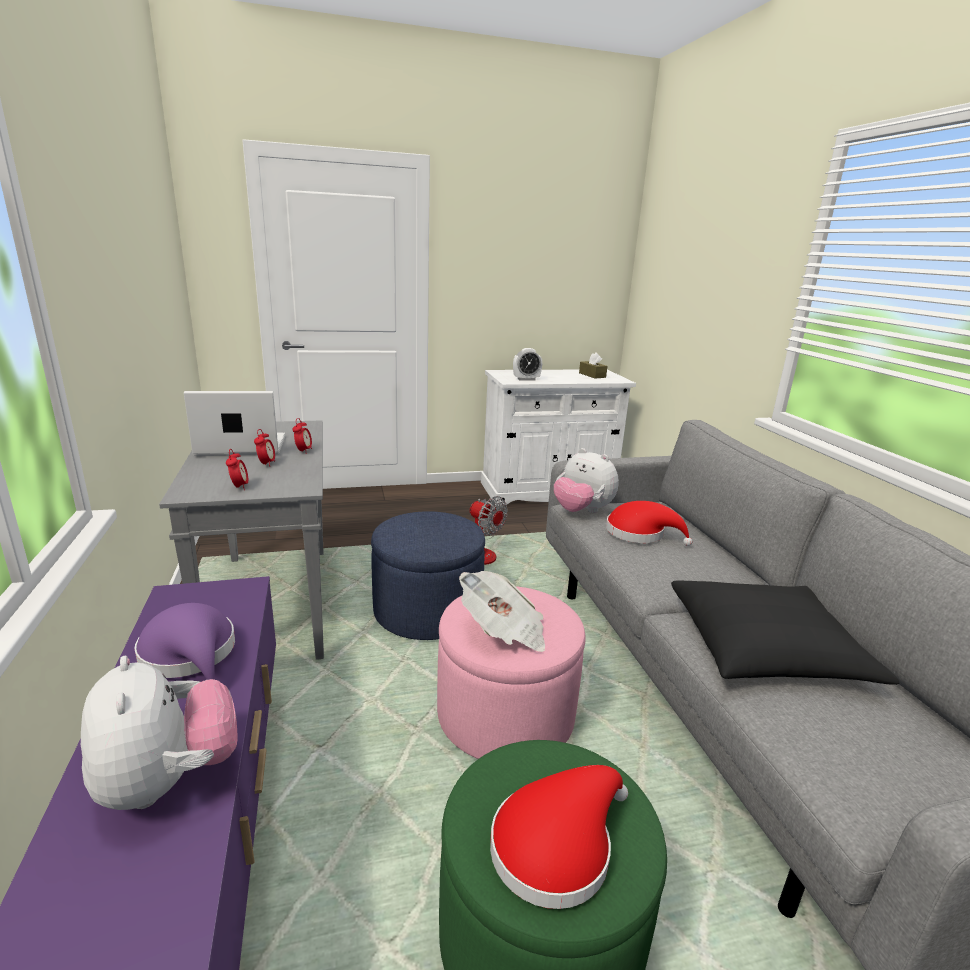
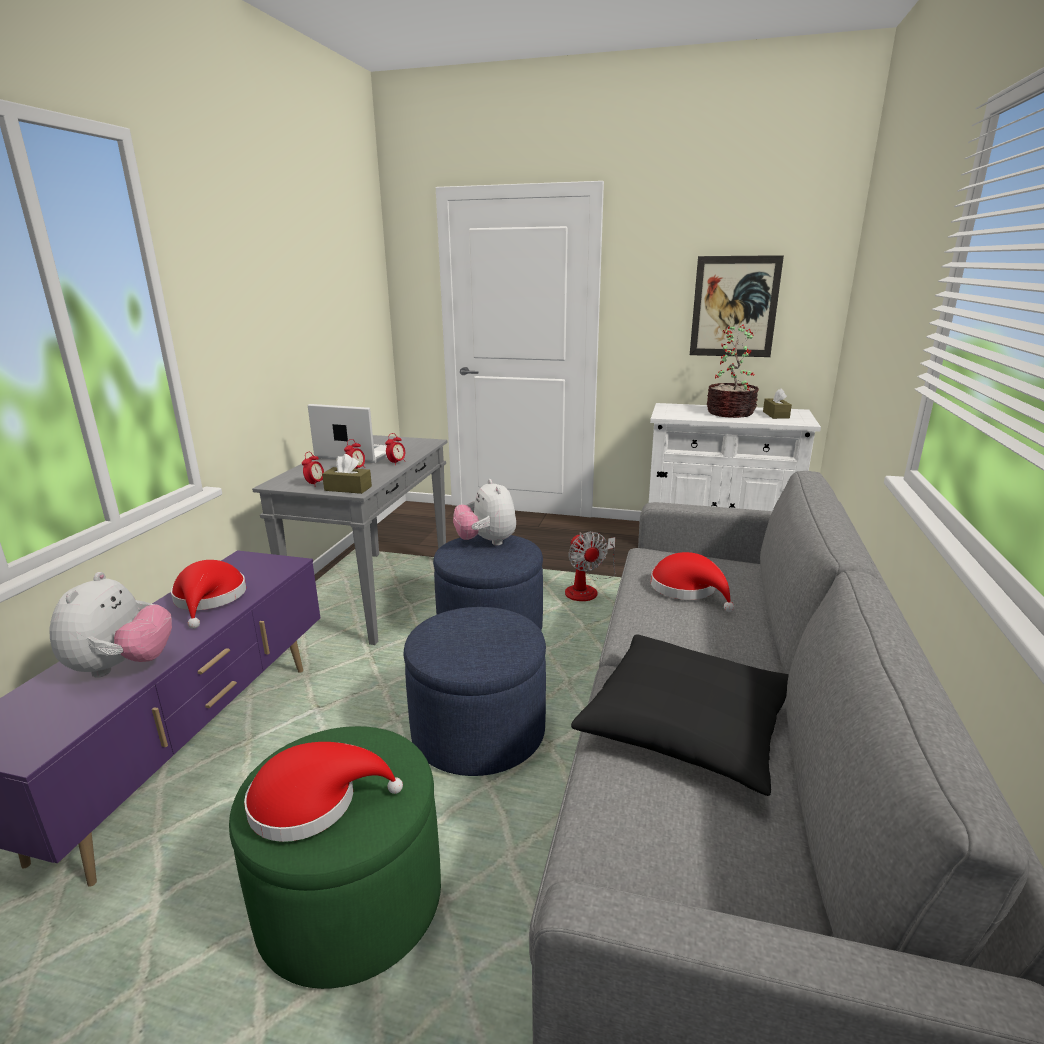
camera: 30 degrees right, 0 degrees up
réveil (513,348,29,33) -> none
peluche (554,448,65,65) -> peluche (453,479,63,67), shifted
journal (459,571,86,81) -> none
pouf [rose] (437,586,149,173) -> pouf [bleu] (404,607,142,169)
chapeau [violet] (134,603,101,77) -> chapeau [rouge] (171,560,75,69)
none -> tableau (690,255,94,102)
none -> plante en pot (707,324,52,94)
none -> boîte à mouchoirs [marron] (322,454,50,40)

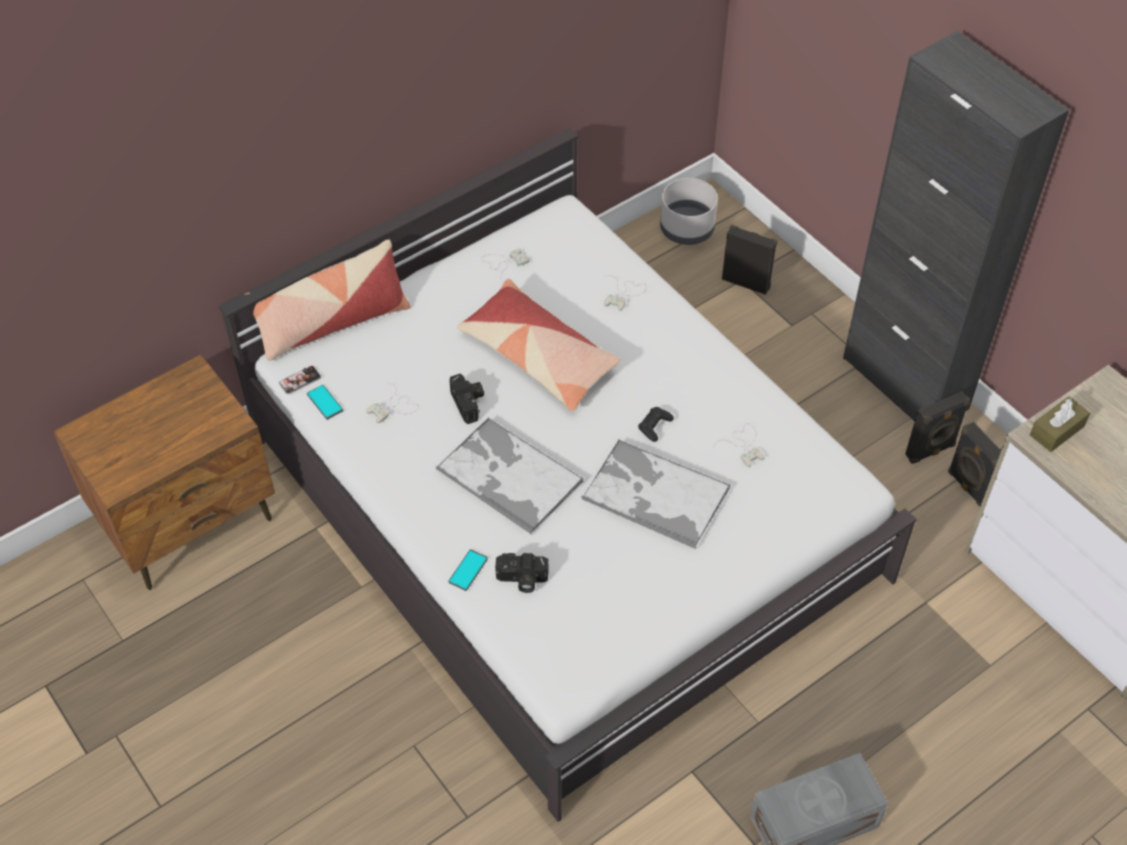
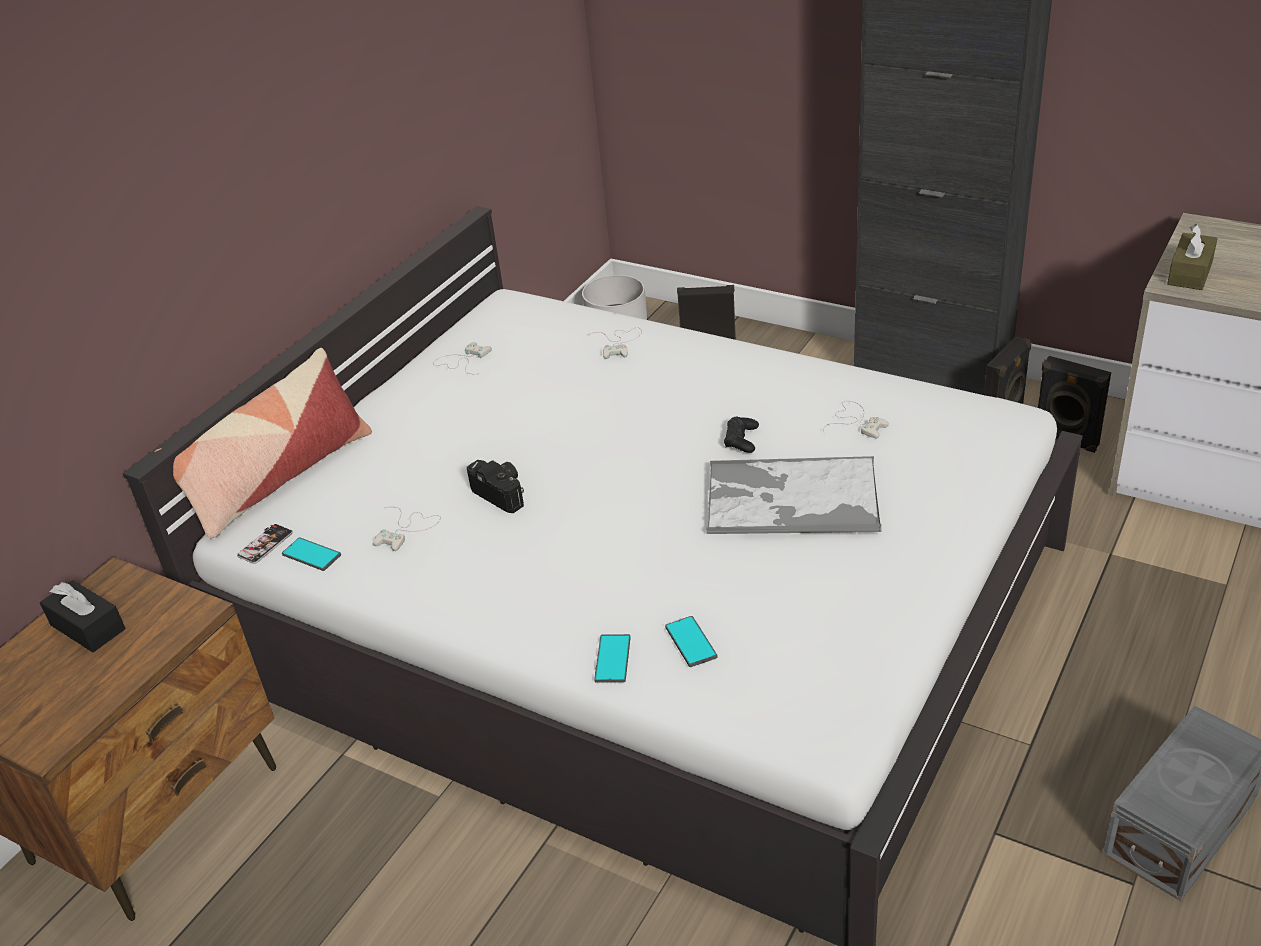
camera: 20 degrees left, 15 degrees down
coussin (457,279,163,132) -> none
plateau (436,417,148,118) -> none
appareil photo (495,553,54,40) -> téléphone (665,616,52,51)
none -> boîte à mouchoirs [noir] (40,580,86,73)

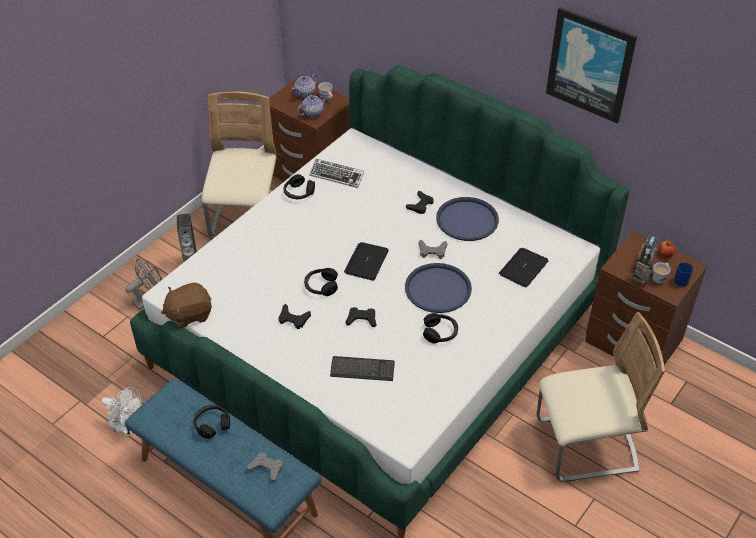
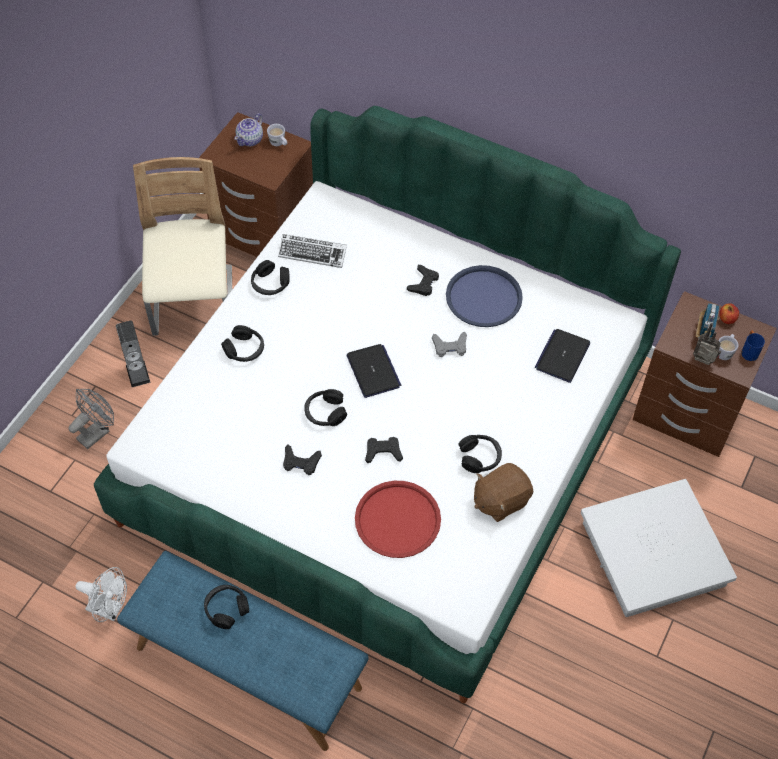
camera: 10 degrees left, 10 degrees up
tableau (546,7,91,117) -> none
théière (297,93,30,25) -> none
ordinateur portable (344,242,45,39) -> ordinateur portable (346,344,55,54), 150 degrees clockwise
plateau [bleu] (405,263,67,50) -> none
peluche [marron] (161,282,51,46) -> peluche [marron] (474,463,59,59), shifted
chaise [beige] (536,312,129,170) -> boîte de rangement [blanc] (581,479,156,138)
clavier (330,356,65,25) -> plateau [rouge] (355,481,86,77)
manette [gris] (247,452,36,30) -> none
none -> casque audio [noir] (221,325,43,37)

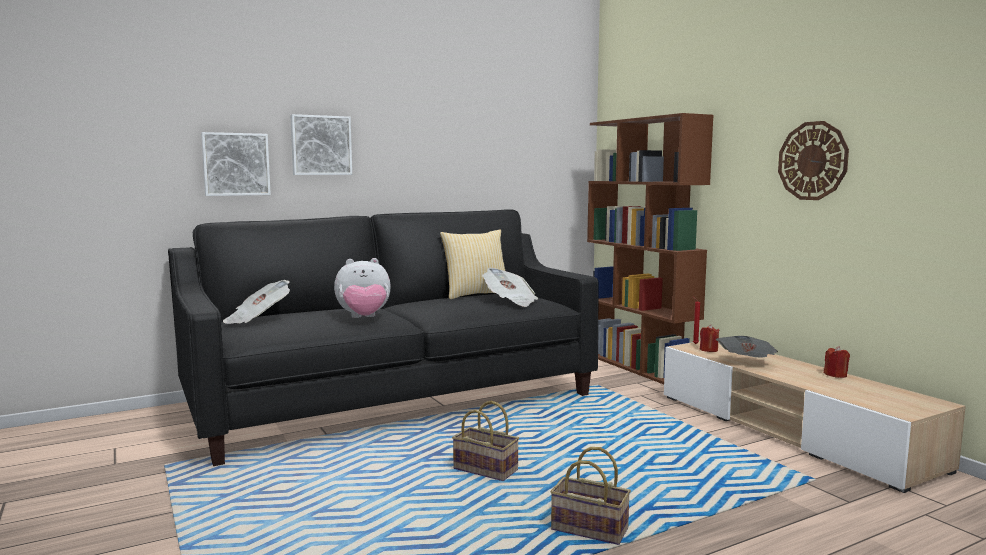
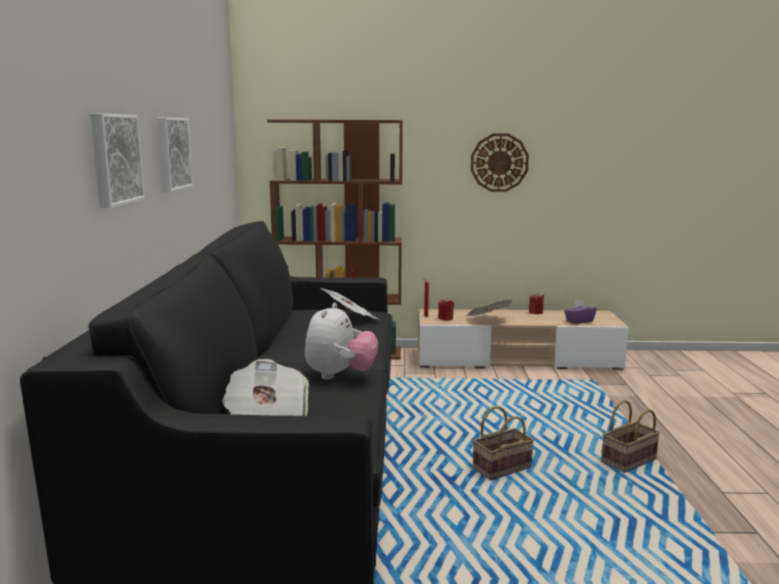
camera: 60 degrees left, 5 degrees up
tableau (201,132,70,64) -> tableau (157,117,36,75), shifted
coussin (440,229,65,70) -> none
none -> boîte à mouchoirs [violet] (564,299,33,25)

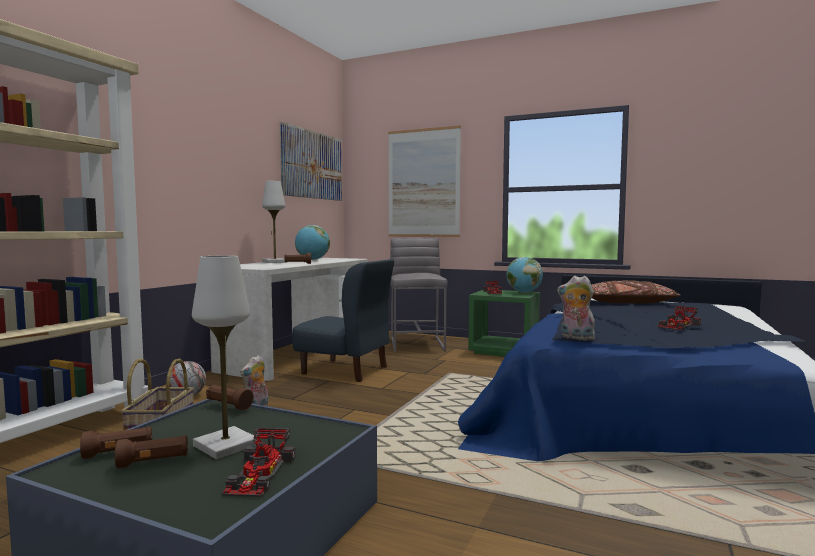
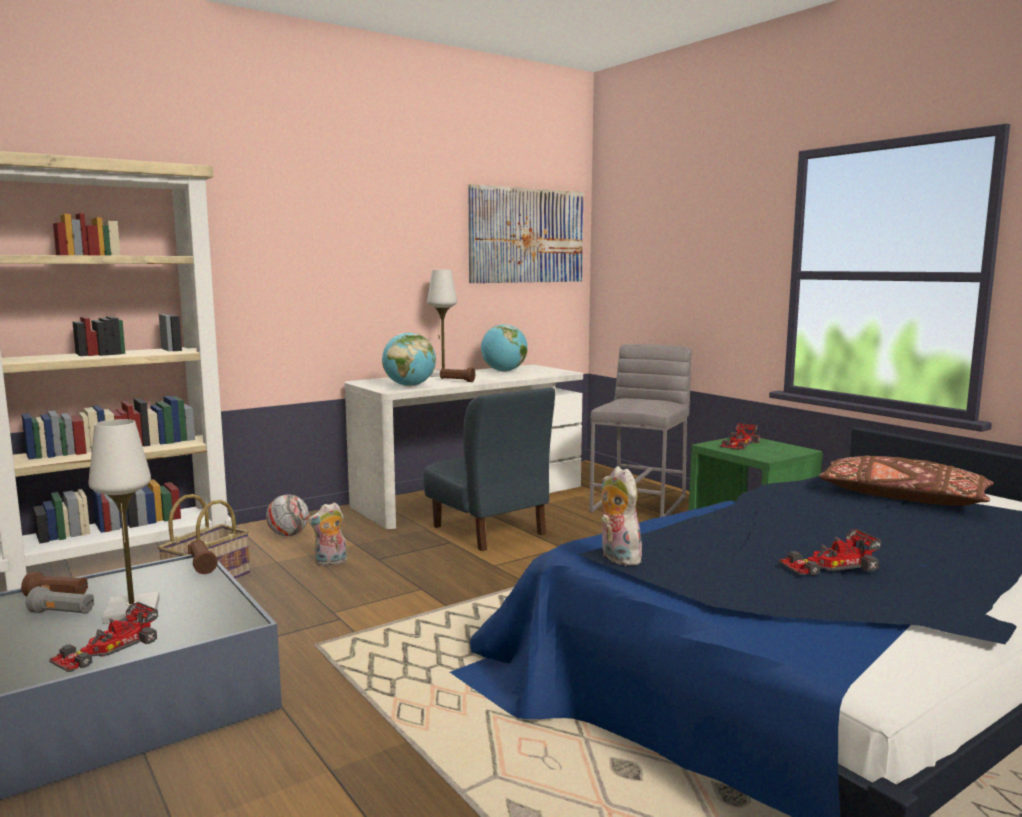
camera: 30 degrees right, 5 degrees up
tableau (388,125,73,112) -> none
globe (506,257,37,36) -> globe (382,333,54,53), shifted
lampe de poche [marron] (115,435,73,33) -> lampe de poche [gris] (26,587,68,27)

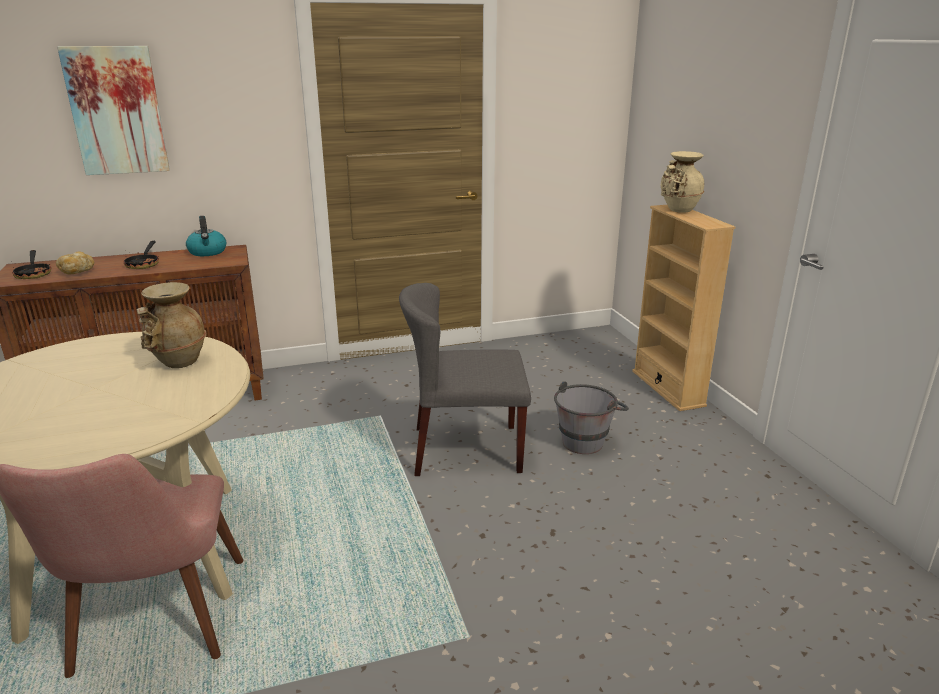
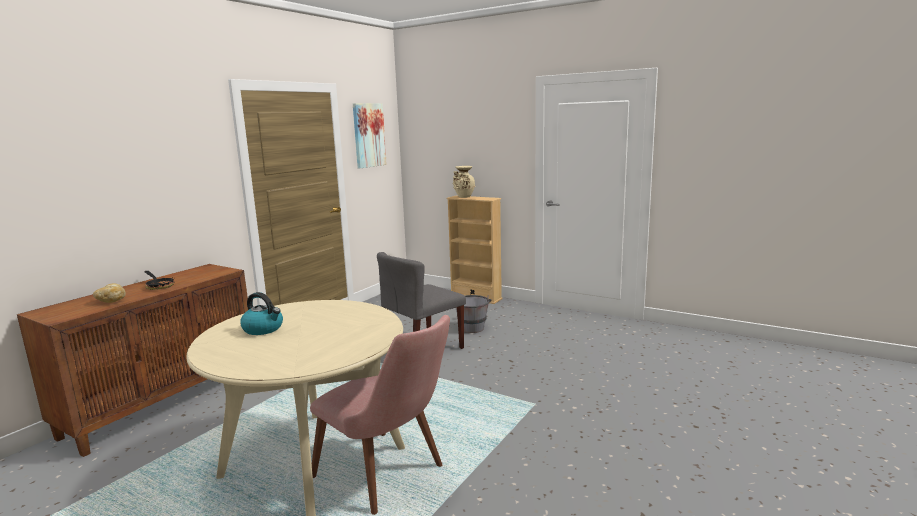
camera: 40 degrees left, 10 degrees down
tableau (57,46,113,129) -> tableau (353,103,34,65), shifted
bouilloire (186,216,40,40) -> bouilloire (240,292,43,43), shifted
poêle (12,250,39,29) -> none
vase [beige] (137,282,69,86) -> none

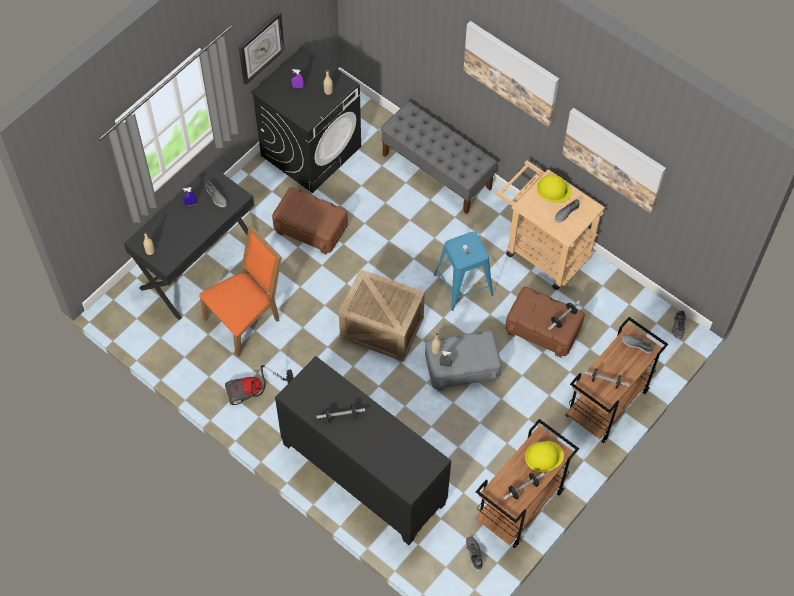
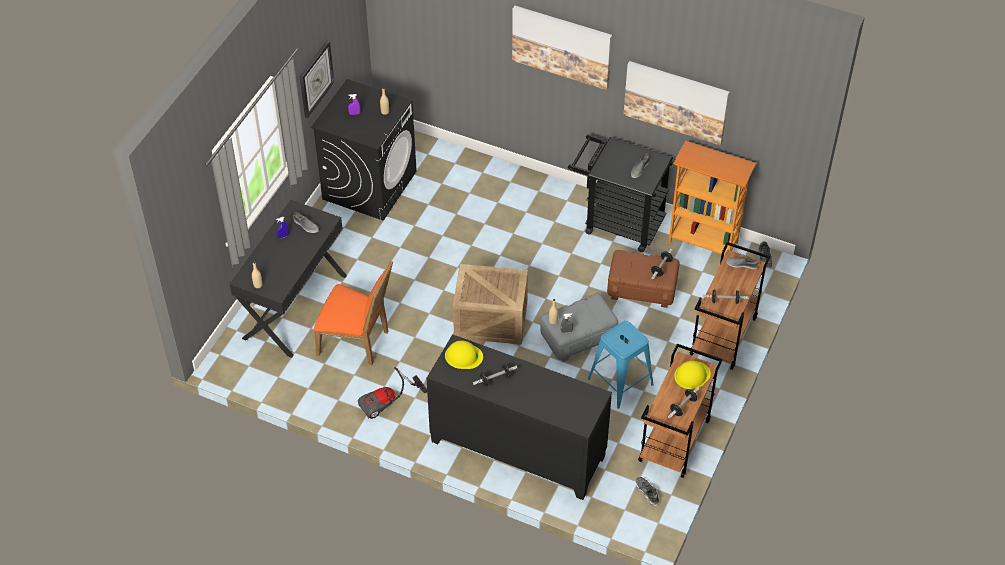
camera: 15 degrees left, 10 degrees down
banc [gris] (380,101,117,113) -> none
chariot [beige] (495,160,110,130) -> chariot [noir] (568,134,105,118)
casque de chantier [jaune] (537,174,35,29) -> casque de chantier [jaune] (445,341,38,28), shifted
boîte de rangement [marron] (272,187,76,67) -> none
chaise [orange] (199,225,83,132) -> chaise [orange] (314,261,79,104), 75 degrees clockwise
tabouret [bleu] (434,232,59,79) -> tabouret [bleu] (588,321,66,88), shifted
none -> bibliothèque (668,141,88,114)

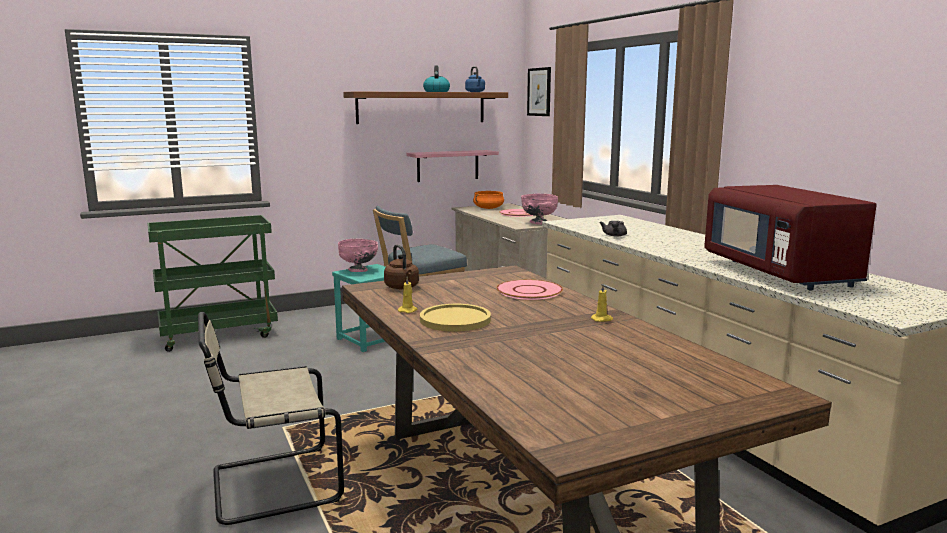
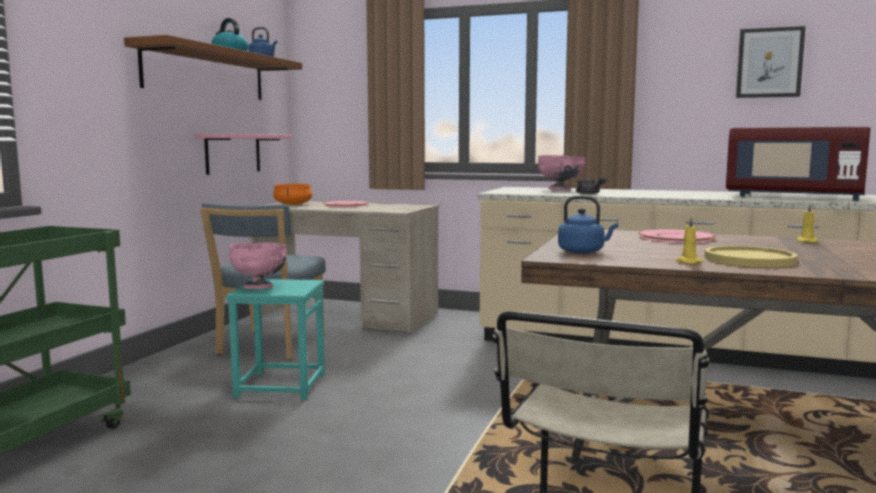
camera: 45 degrees left, 5 degrees down
tableau (527,67,24,49) -> tableau (736,26,70,72), shifted
bol [rose] (521,194,37,31) -> bol [rose] (538,155,47,36), shifted
bouilloire [marron] (384,244,35,45) -> bouilloire [bleu] (558,196,60,58)

